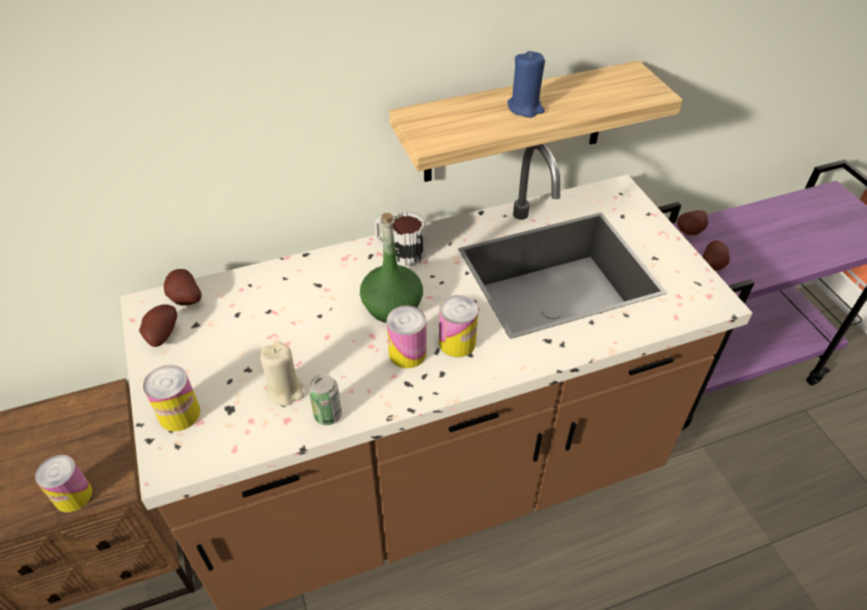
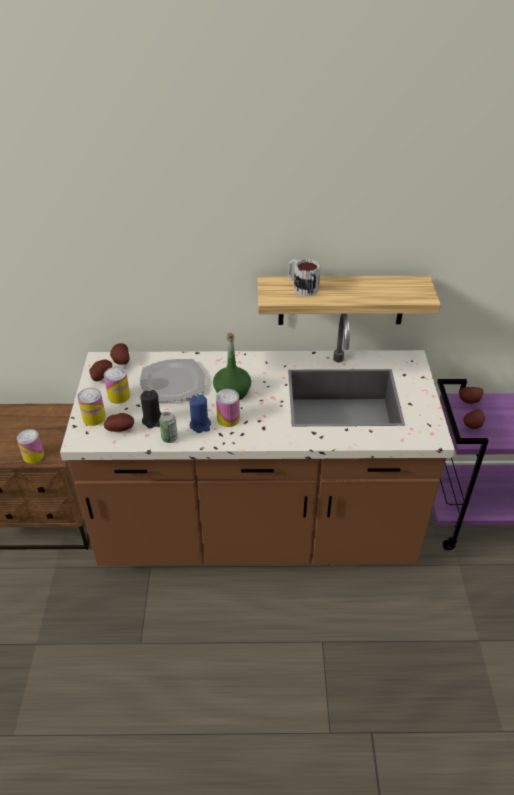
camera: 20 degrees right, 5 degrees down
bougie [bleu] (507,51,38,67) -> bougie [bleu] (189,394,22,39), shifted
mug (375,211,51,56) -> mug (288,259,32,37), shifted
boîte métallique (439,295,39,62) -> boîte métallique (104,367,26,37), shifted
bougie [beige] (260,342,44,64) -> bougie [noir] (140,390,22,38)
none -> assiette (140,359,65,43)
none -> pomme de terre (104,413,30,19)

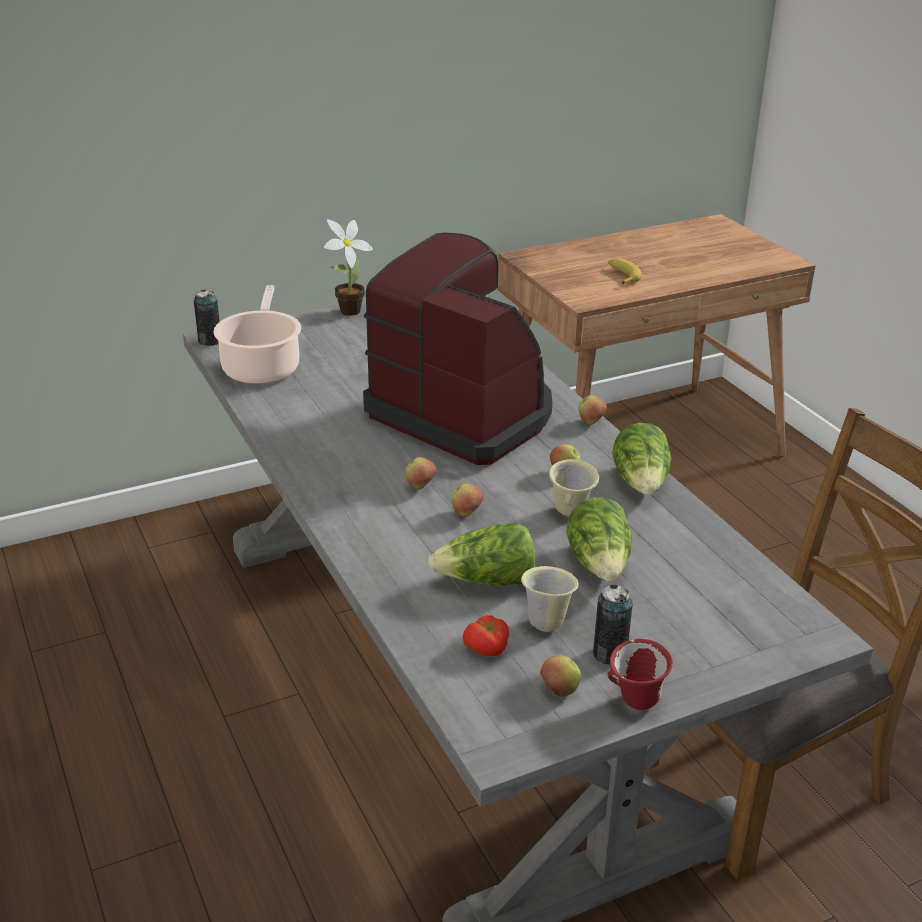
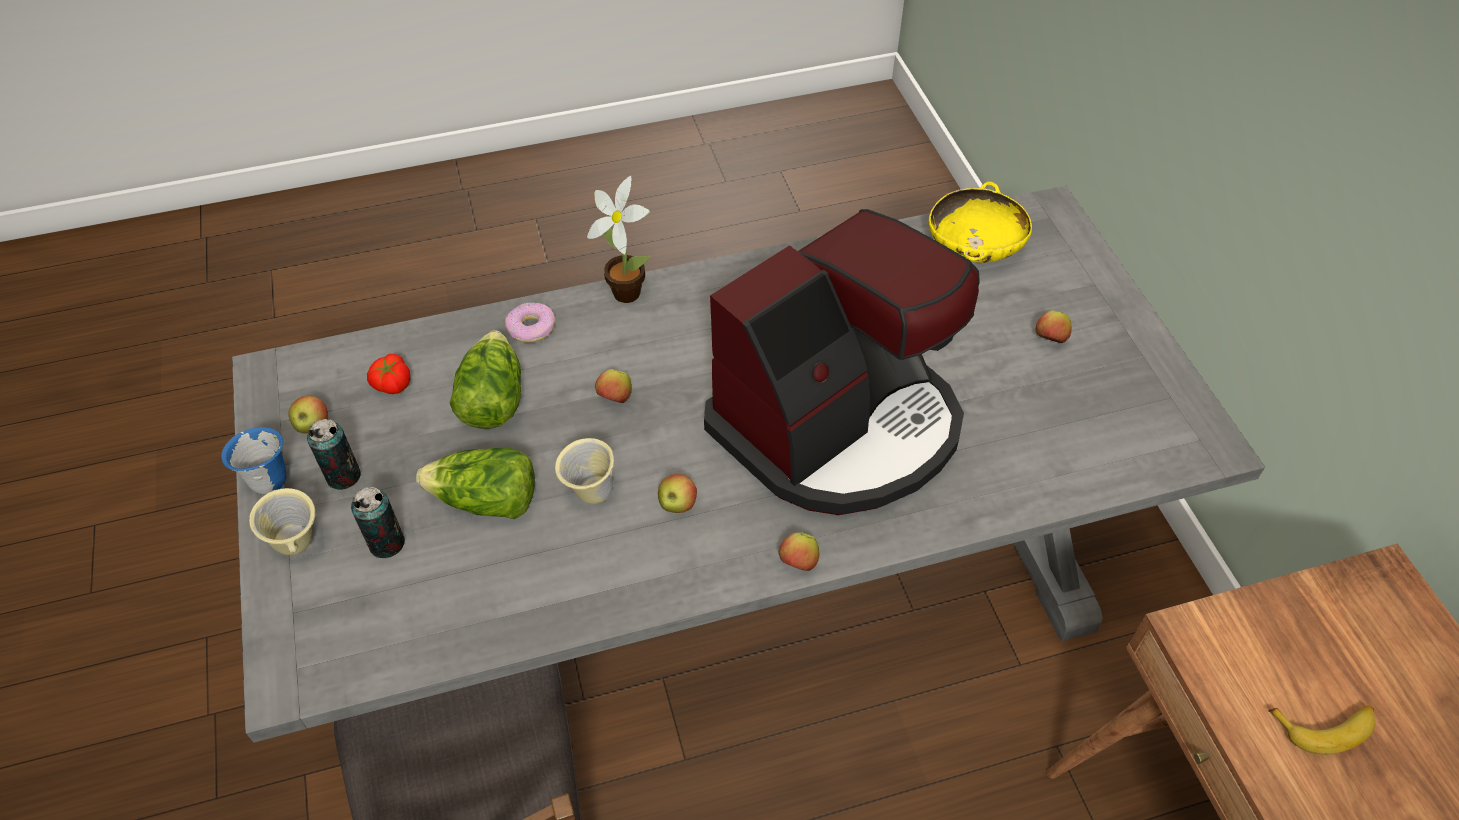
camera: 100 degrees right, 20 degrees up
plante en pot (324,219,49,97) -> plante en pot (587,176,63,127), shifted
marmite (213,285,88,99) -> bol [jaune] (928,182,104,81)
boîte métallique (194,290,26,56) -> boîte métallique (351,487,54,71), shifted
laitue (612,423,60,72) -> none
pomme (405,457,32,33) -> pomme (1036,310,36,33), shifted
mug [beige] (521,566,58,66) -> mug [beige] (249,488,66,67), shifted
mug [rouge] (608,639,65,71) -> mug [bleu] (221,427,65,67)
none -> beignet (505,303,50,40)

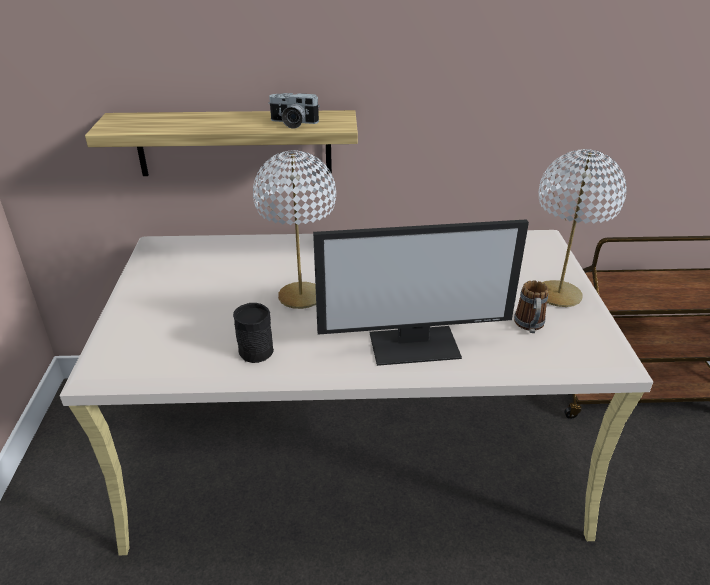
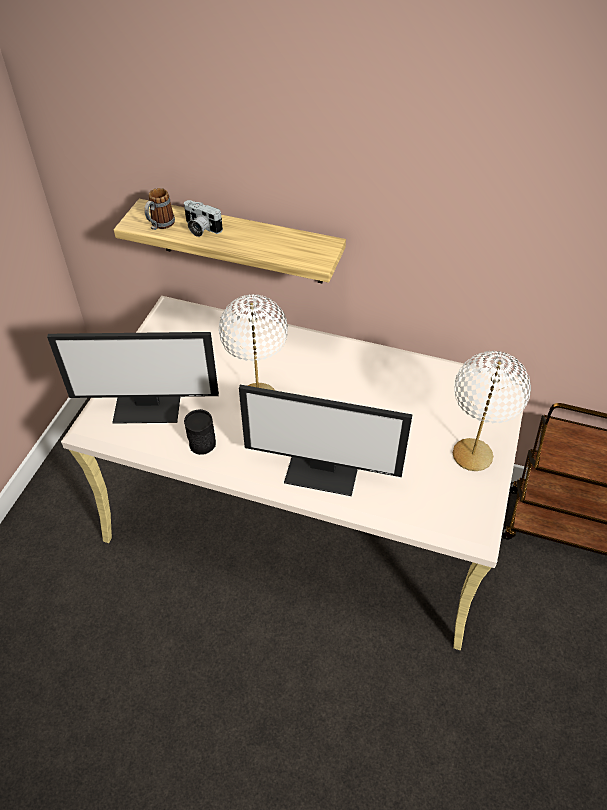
camera: 20 degrees right, 15 degrees up
appareil photo (268,93,52,36) -> appareil photo (184,200,39,37), shifted
mug (514,280,34,53) -> mug (144,188,31,42), shifted
none -> écran d'ordinateur (47,332,172,92)

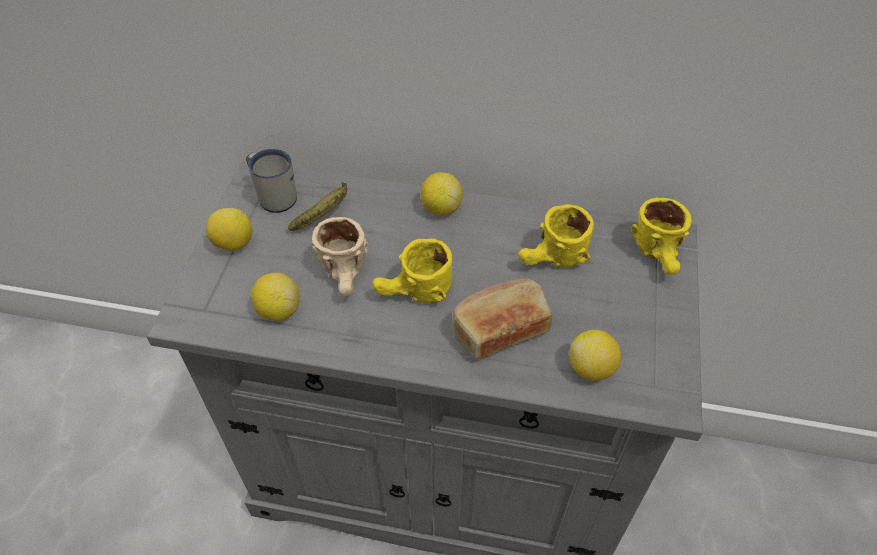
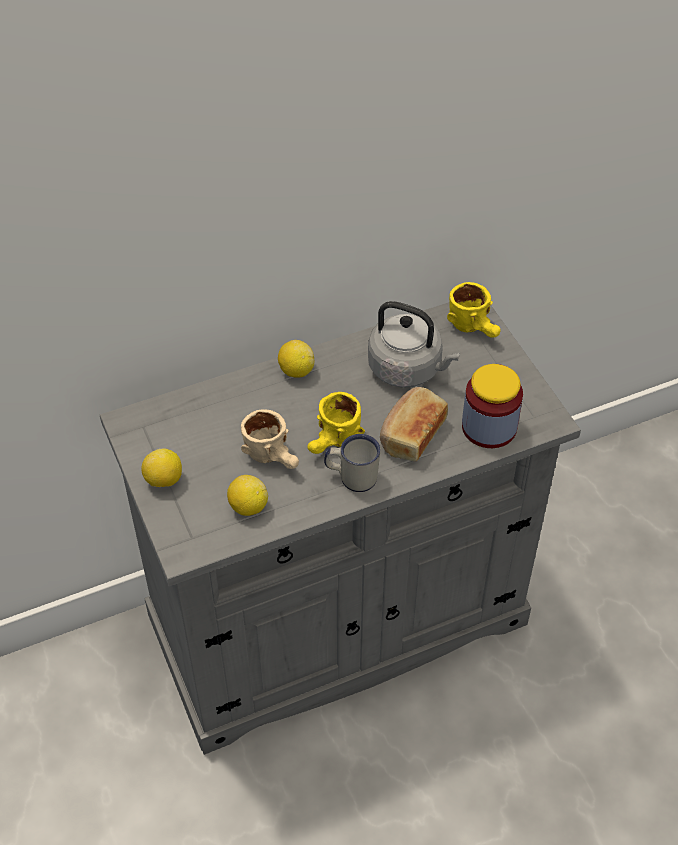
camera: 35 degrees left, 0 degrees up
mug [blanc] (246,149,51,64) -> mug [blanc] (324,434,57,58), shifted
banane (288,182,60,49) -> none
mug [jaune] (518,204,76,64) -> bouilloire [gris] (368,301,92,87)
citron (569,330,52,51) -> bocal (462,364,61,84)

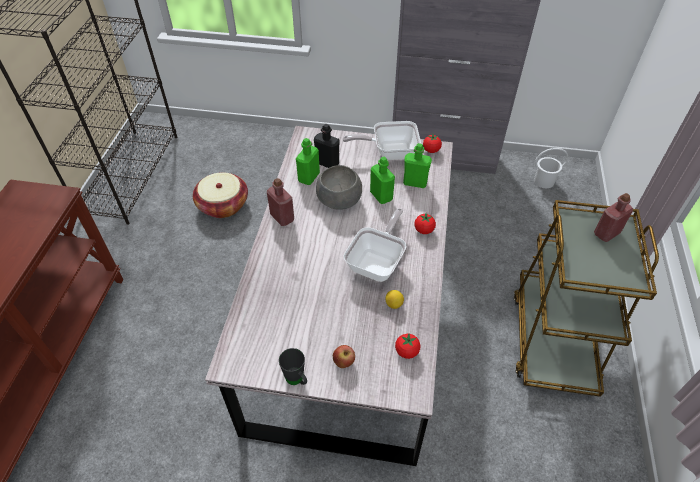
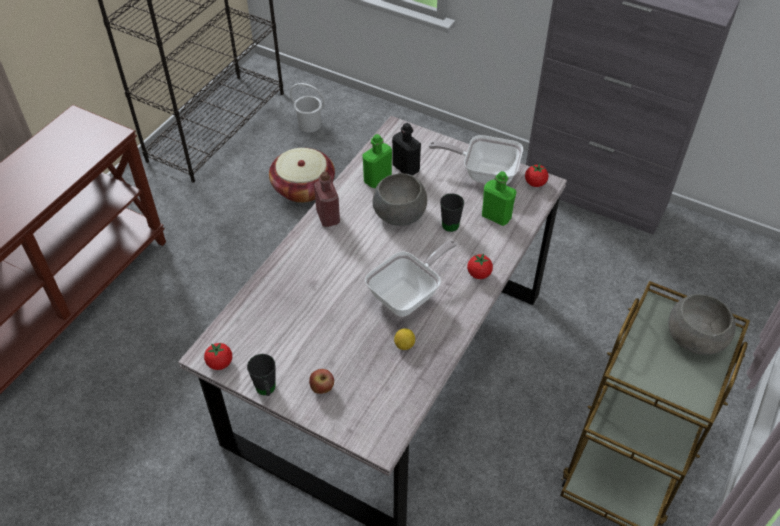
camera: 20 degrees right, 0 degrees up
seau [blanc] (534,148,34,40) -> seau [blanc] (290,83,35,50), shifted
bouteille [vert] (370,157,25,47) -> mug [noir] (440,193,24,39)
bouteille [rouge] (594,193,39,49) -> bol [gris] (668,294,68,61)
tomate (395,334,25,25) -> tomate (204,343,28,27), shifted

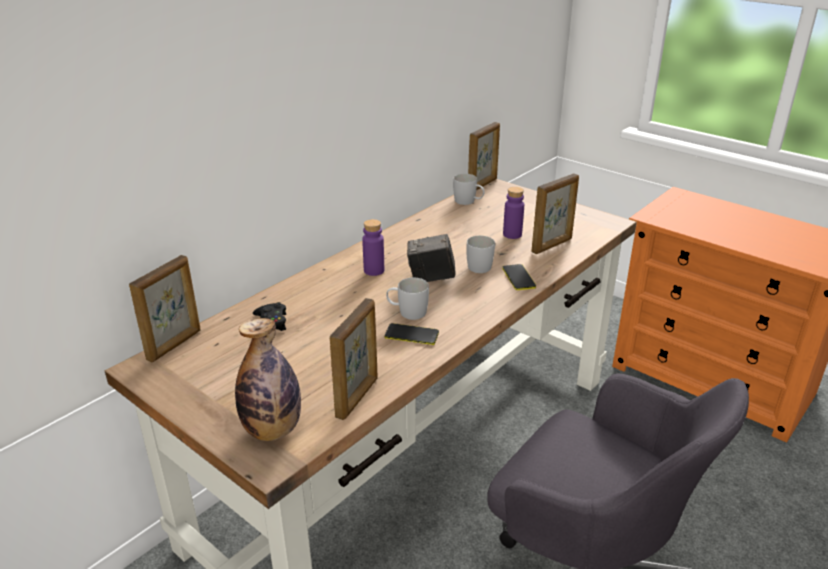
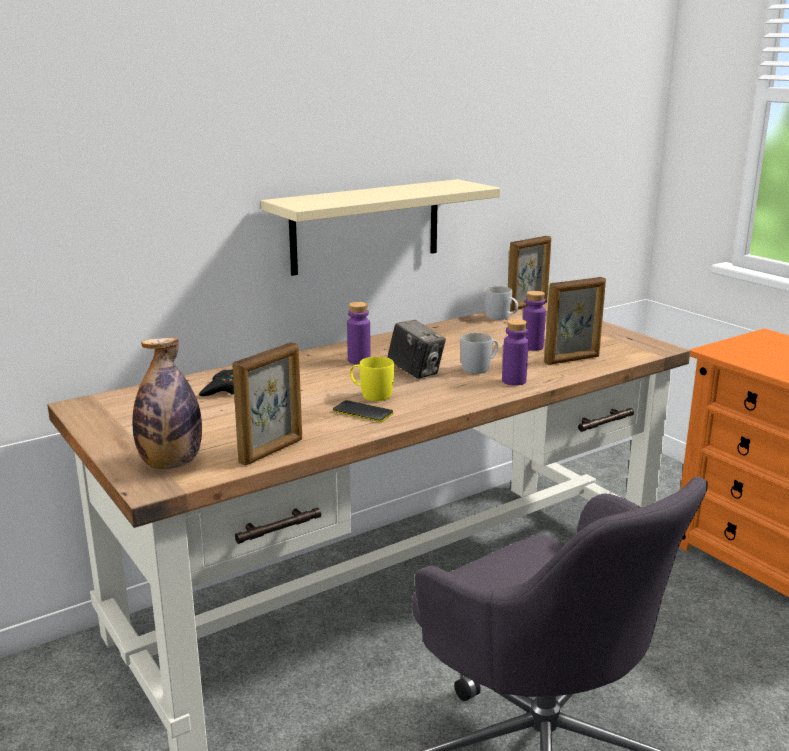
camera: 15 degrees right, 10 degrees down
appareil photo (407,234,48,48) -> appareil photo (387,320,59,59), 150 degrees counterclockwise
cadre photo (129,255,72,108) -> none
téléphone (502,264,34,26) -> bouteille [violet] (502,319,27,67)
mug [blanc] (386,278,43,42) -> mug [jaune] (350,357,44,44)
none -> étagère [beige] (261,179,239,97)

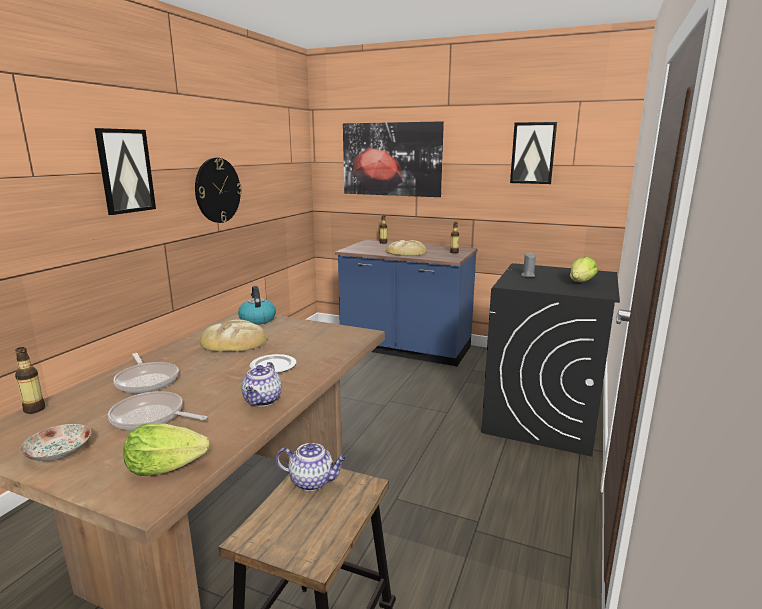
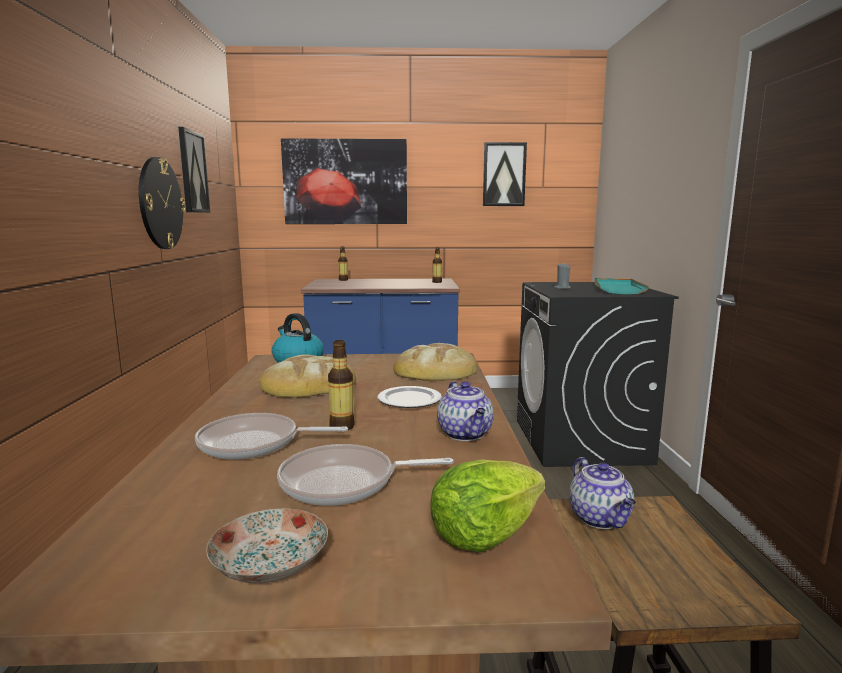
camera: 25 degrees left, 5 degrees down
tableau (95,128,61,87) -> tableau (178,127,32,86), shifted
pain (386,240,41,16) -> pain (393,343,84,38), shifted
laitue (570,257,28,25) -> plateau [turquoise] (595,278,54,16)
bouteille (15,347,30,67) -> bouteille (328,340,27,90), shifted
poêle (113,353,66,40) -> poêle (195,413,153,47), 150 degrees clockwise
théière (276,443,71,48) -> théière (569,457,67,72), 90 degrees clockwise

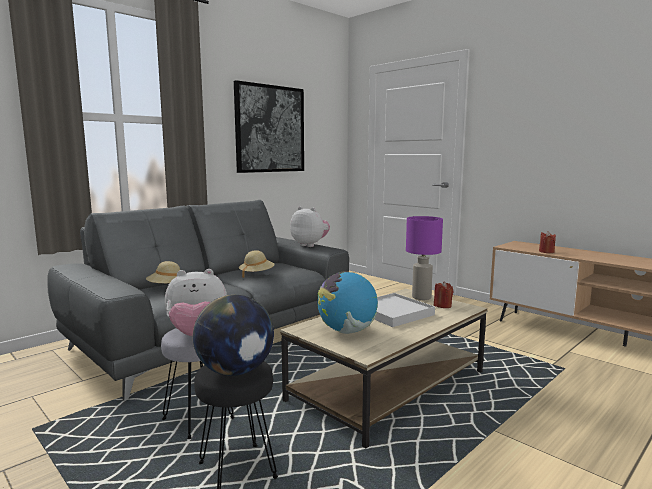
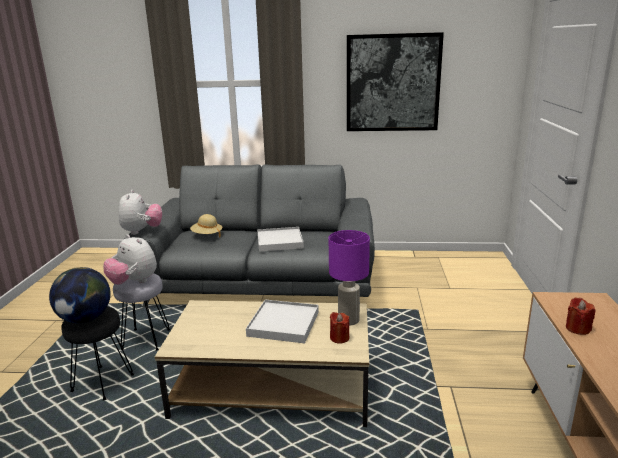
camera: 50 degrees right, 10 degrees up
peluche (290,207,40,40) -> peluche (119,190,43,45), shifted
chapeau [beige] (239,250,36,28) -> plateau [blanc] (257,227,47,25)
globe (317,271,61,63) -> none

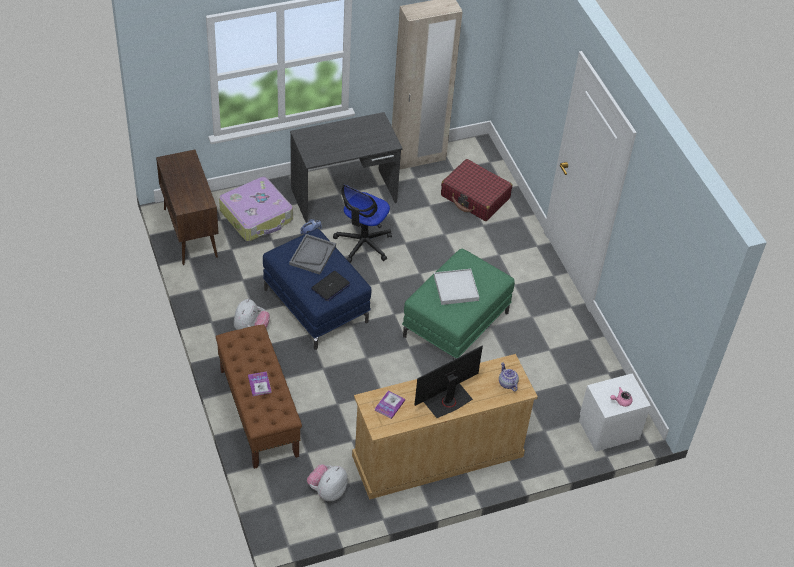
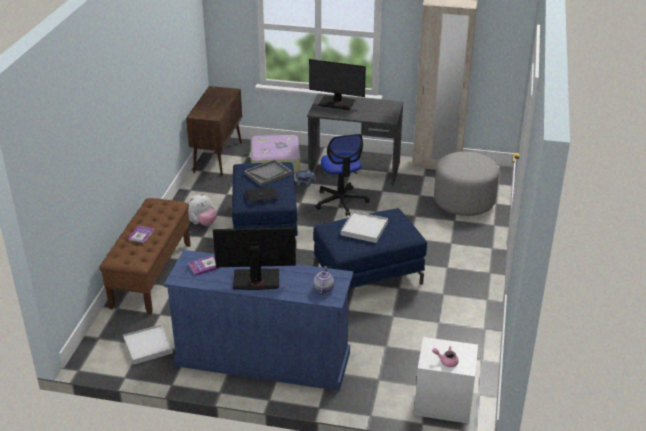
camera: 35 degrees right, 15 degrees down
valise [rouge] (441,159,71,62) -> pouf [gris] (434,152,65,64)
chaise de bureau (333,184,59,79) -> chaise de bureau (315,134,55,82), 75 degrees counterclockwise
pouf [vert] (402,248,113,112) -> pouf [bleu] (313,208,114,81)
commode [beige] (352,354,186,146) -> commode [bleu] (164,250,189,141)
peluche (307,464,41,37) -> plateau [blanc] (123,324,50,40)
none -> écran d'ordinateur (309,59,57,51)

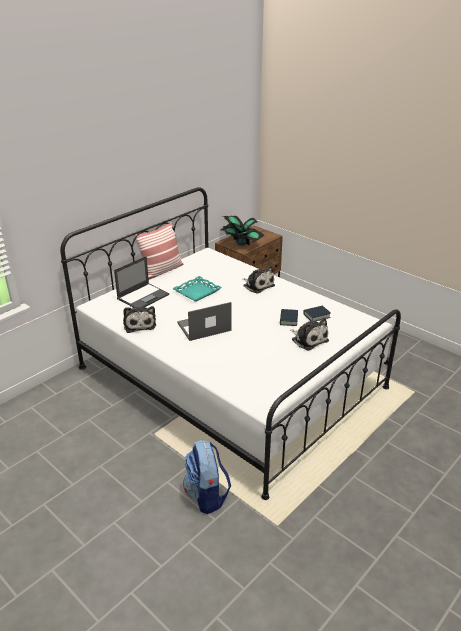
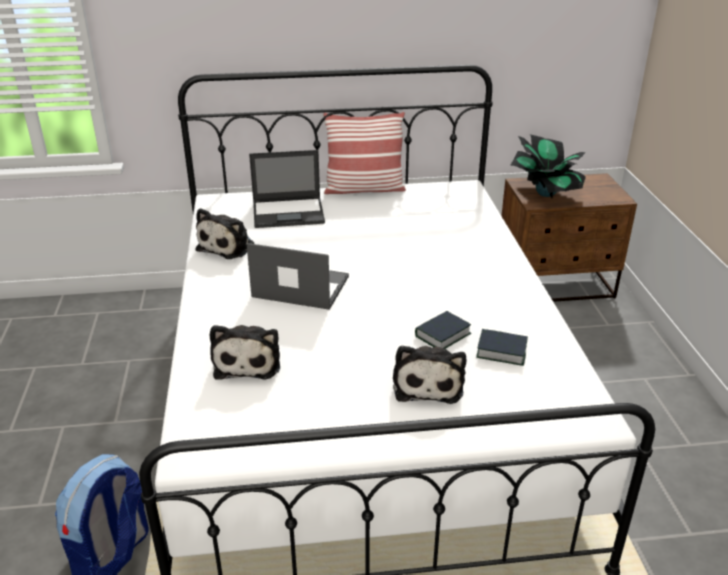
camera: 40 degrees right, 0 degrees up
peluche (242,266,33,28) -> peluche (210,325,70,55), shifted
plateau [turquoise] (172,276,50,26) -> none

